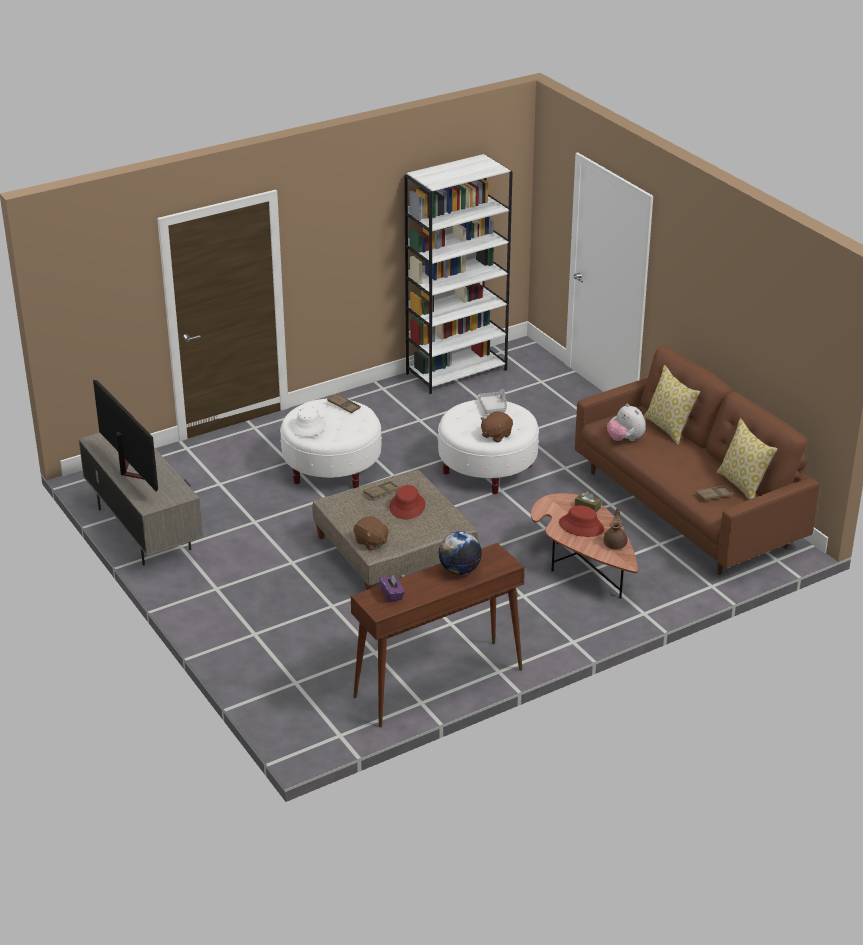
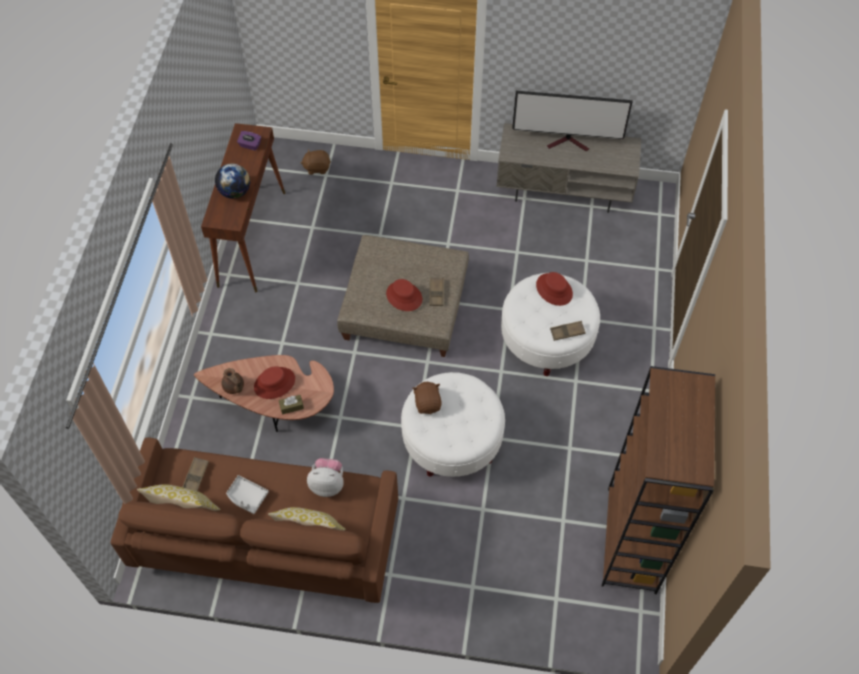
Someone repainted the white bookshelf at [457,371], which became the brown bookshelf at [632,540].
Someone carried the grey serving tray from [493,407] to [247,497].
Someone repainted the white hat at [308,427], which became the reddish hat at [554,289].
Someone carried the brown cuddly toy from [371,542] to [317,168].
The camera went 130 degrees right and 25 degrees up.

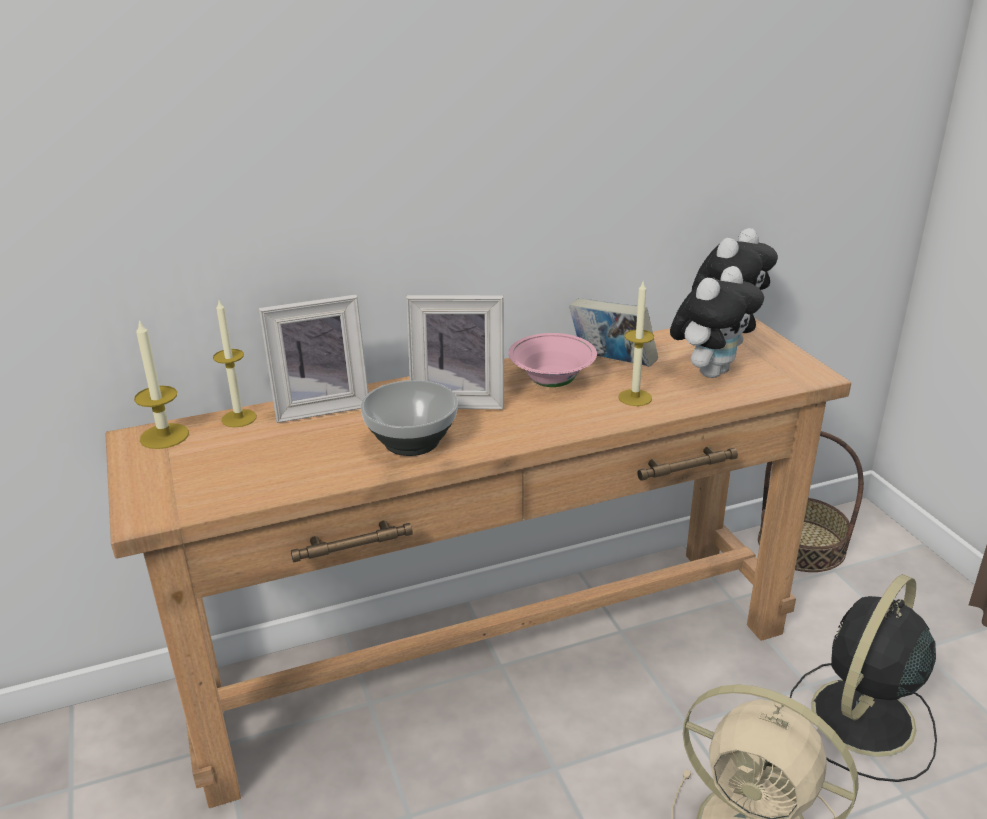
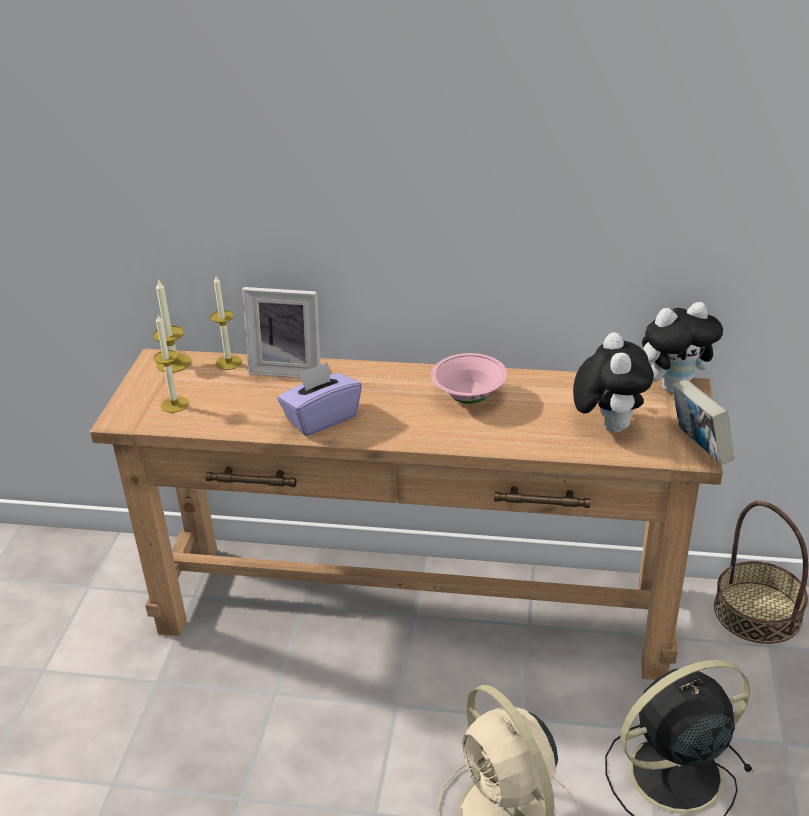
Someone rotated the cuddly toy at [710,371] by 75 degrees counterclockwise.
Someone carried the wax candle from [635,397] to [174,404].
Someone took away the picture frame at [458,399].
Someone carried the book from [611,364] to [698,449].
Someone swapped the bowl at [412,443] for the purple-coloured tissue holder at [321,418].
The camera went 30 degrees right and 5 degrees up.

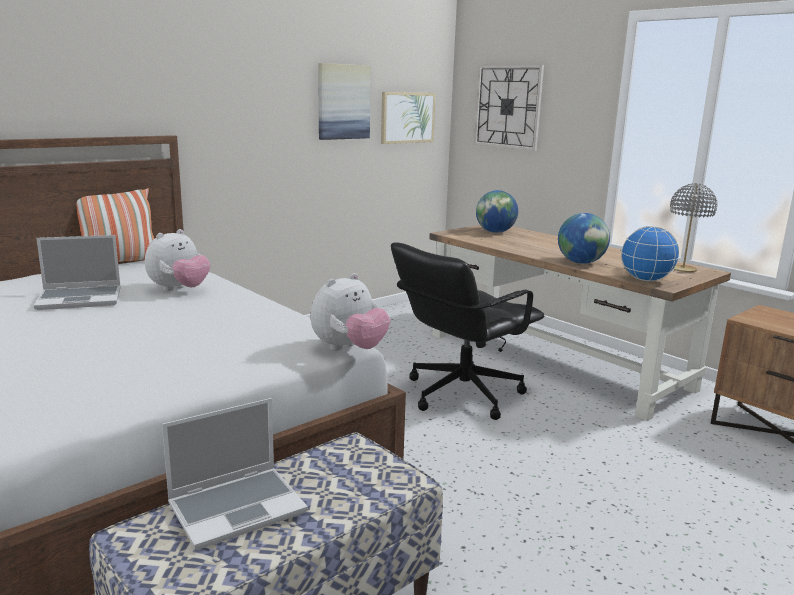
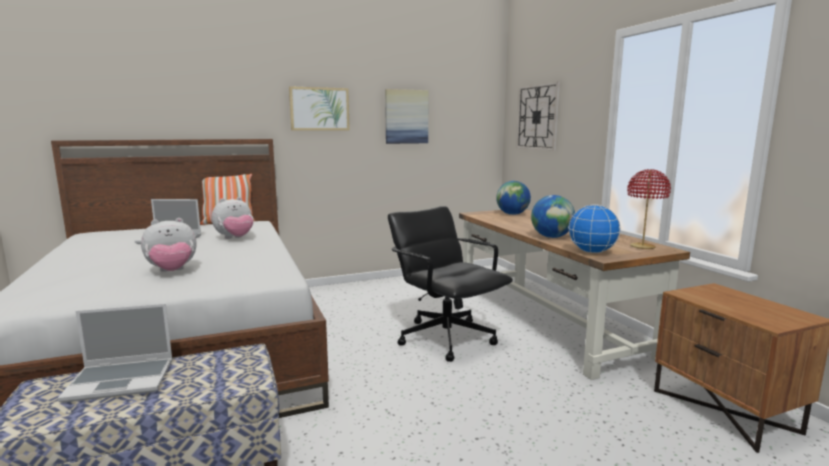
Someone carried the picture from [407,117] to [319,109].
Someone repainted the grey tabletop lamp at [682,269], which became the reddish tabletop lamp at [642,247].
Someone rotated the black-coloured office chair at [461,394] by 75 degrees clockwise.
Someone carried the cuddly toy from [349,349] to [172,271].
The camera went 20 degrees right and 5 degrees down.

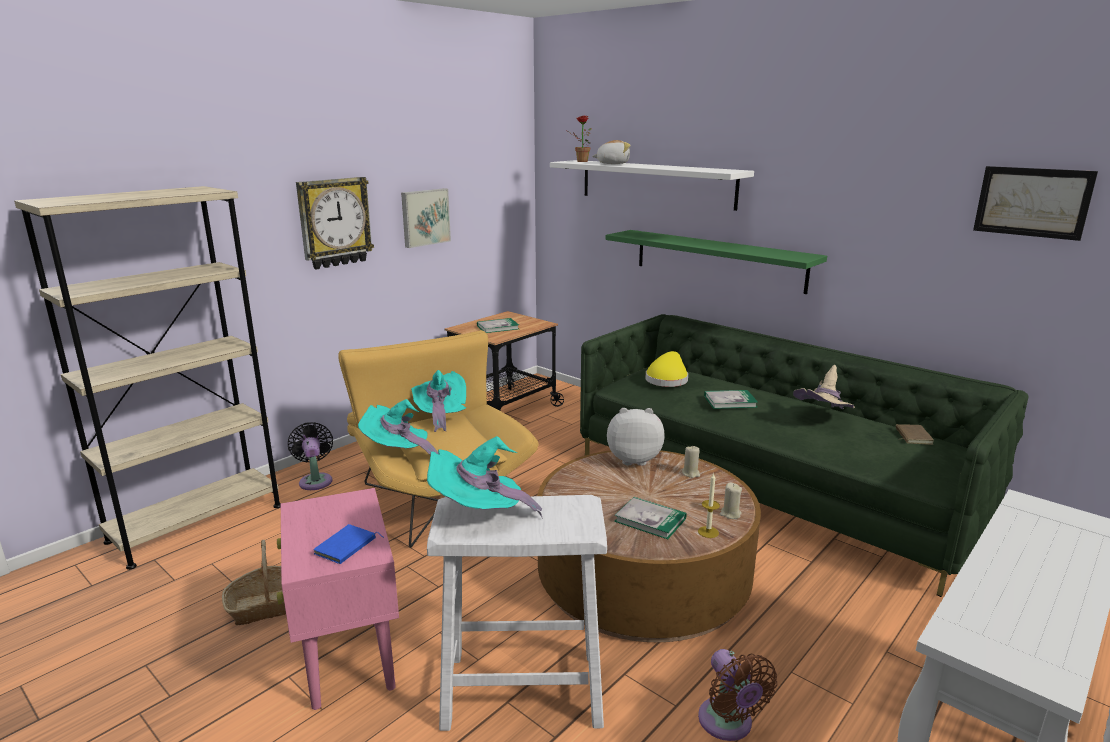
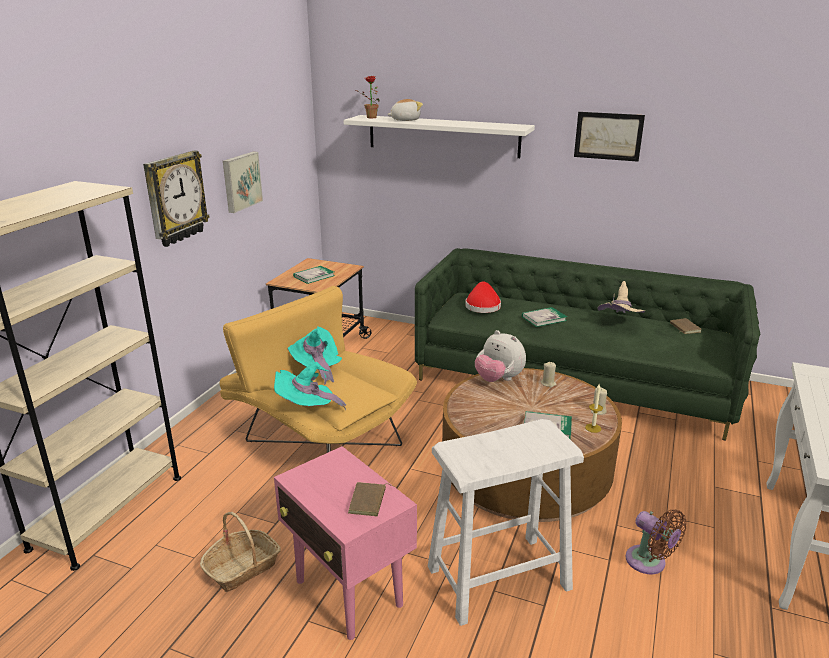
Someone carried the picture from [1032,202] to [608,136].
Someone took away the green wall shelf at [718,260].
Someone repainted the yellow hat at [667,379], which became the reddish hat at [482,305].
Someone rotated the cuddly toy at [633,459] by 120 degrees counterclockwise.
Someone took away the black-coloured fan at [315,480].
Someone took away the turquoise-coloured hat at [479,514].
Someone repainted the blue-coloured book at [346,547], which became the brown book at [369,501].
The camera went 20 degrees left and 5 degrees up.

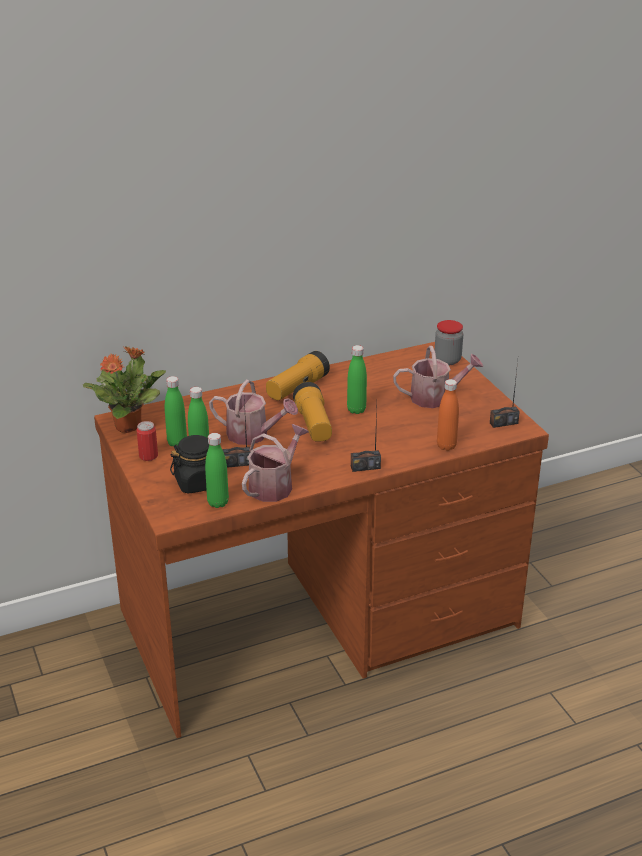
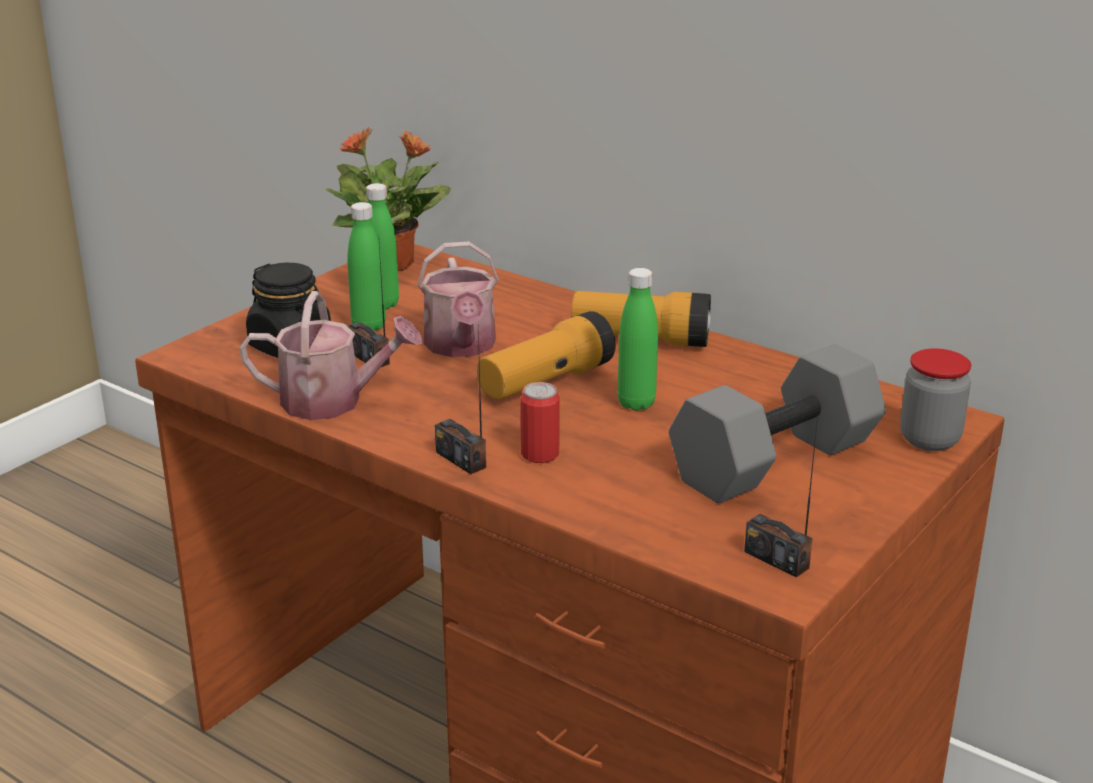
Someone swapped the watering can at [435,397] for the grey hand weight at [776,463].
Someone took away the orange drink bottle at [446,446].
Someone carried the can from [148,456] to [540,454].
Someone took away the green drink bottle at [218,503].
The camera went 60 degrees right and 5 degrees down.

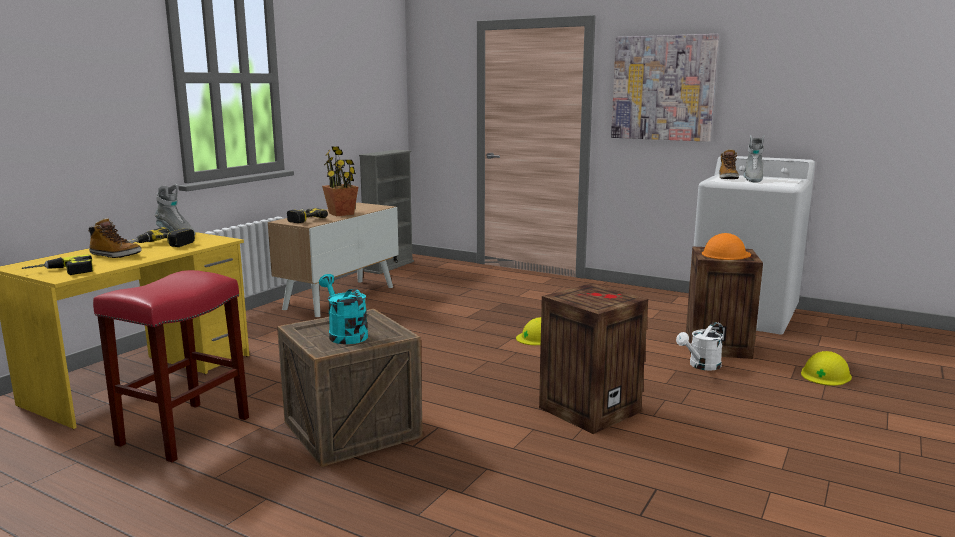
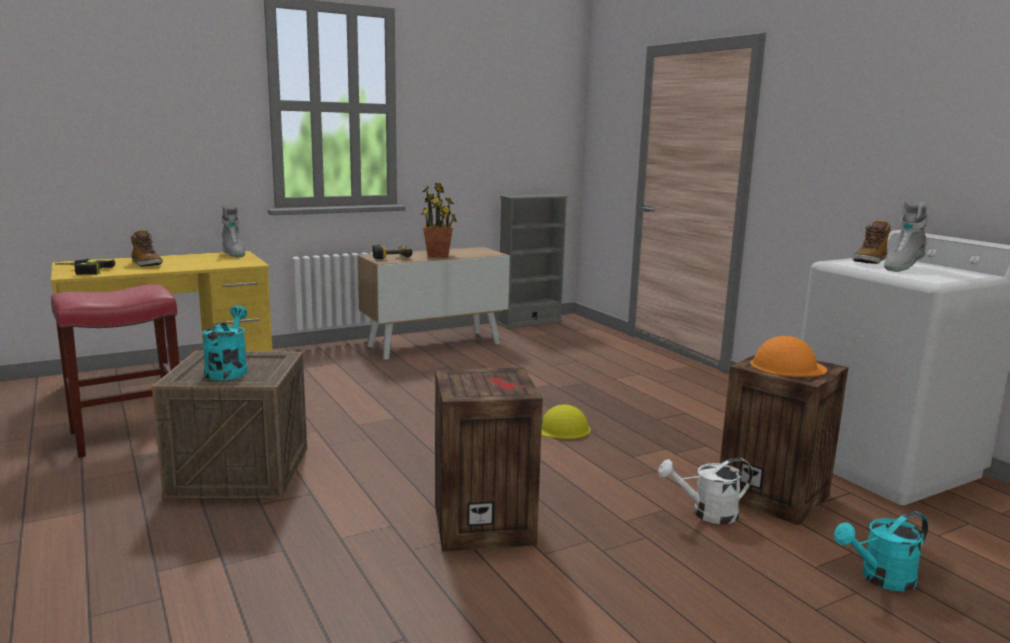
Someone took away the picture at [663,88].
Someone took away the electric drill at [161,245].
Someone swapped the yellow hard hat at [825,374] for the turquoise-coloured watering can at [880,579].
The camera went 30 degrees right and 0 degrees up.

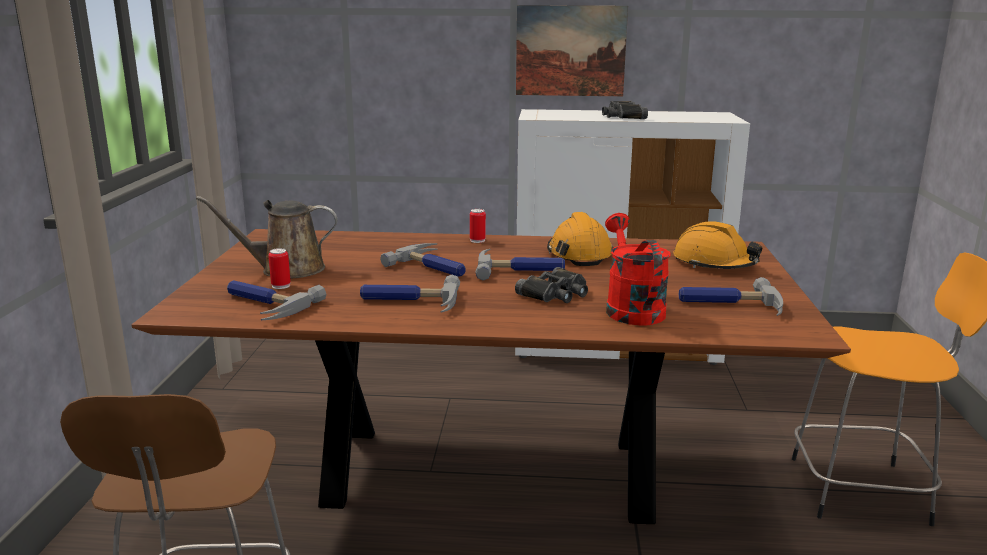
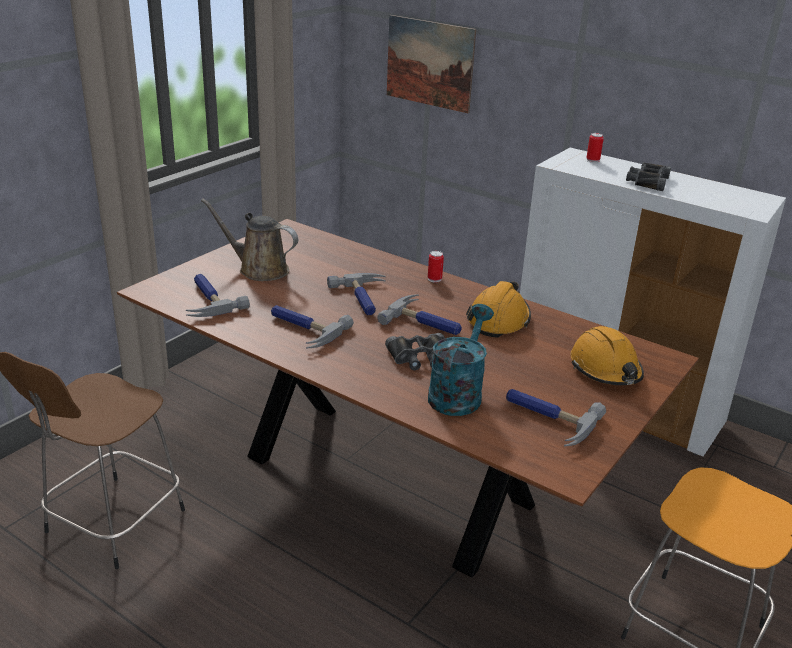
Someone carried the picture from [570,51] to [429,63].
Someone repainted the reddish watering can at [631,308], which became the turquoise-coloured watering can at [457,393].
Someone carried the can from [281,286] to [592,160].
The camera went 30 degrees right and 10 degrees up.

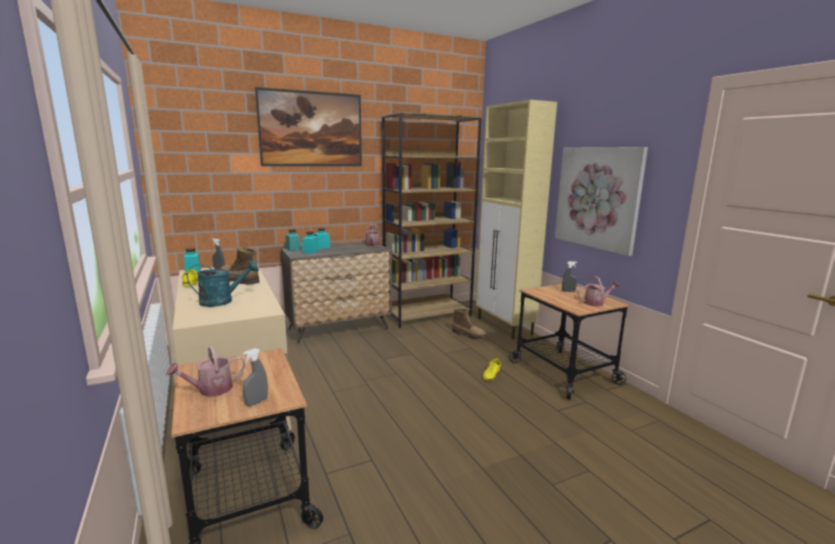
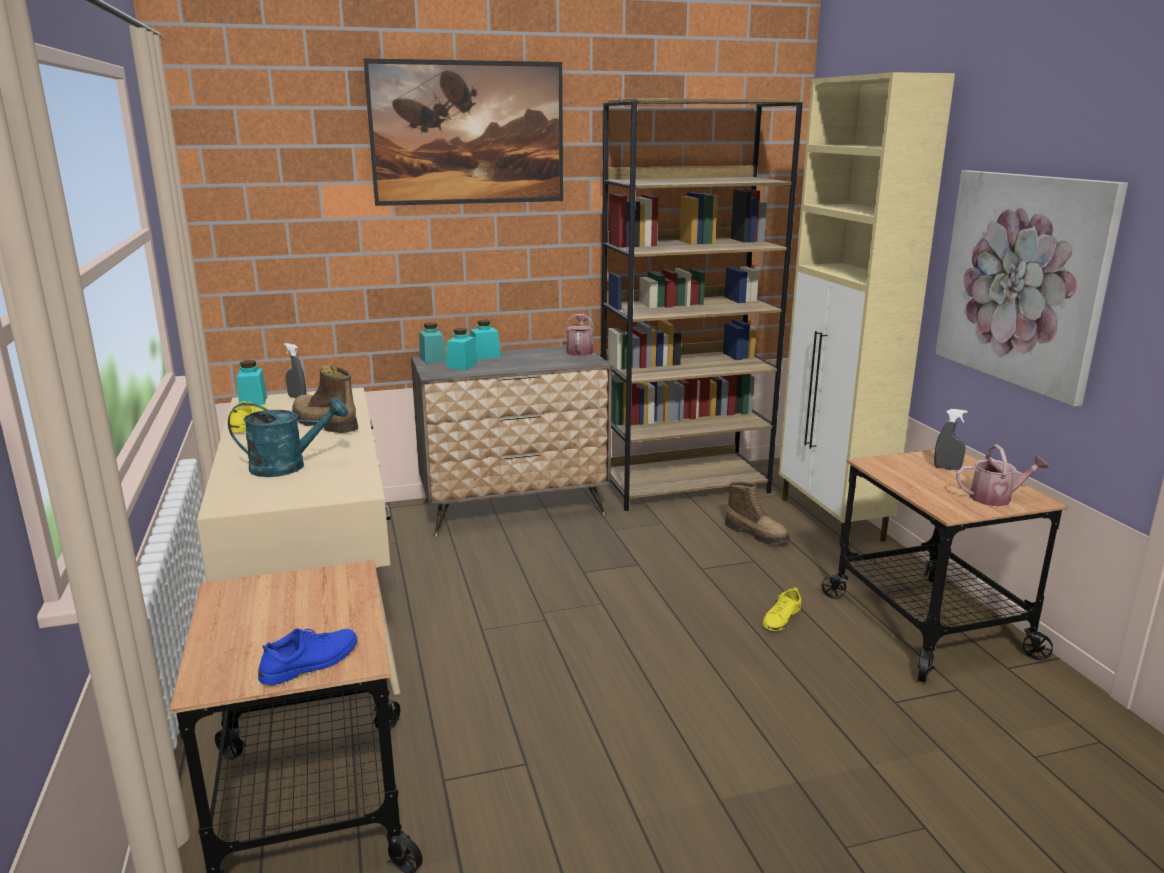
Someone took away the watering can at [210,390].
Someone swapped the grey spray bottle at [256,402] for the blue-coloured item of footwear at [310,663].
The camera went 10 degrees right and 5 degrees up.

